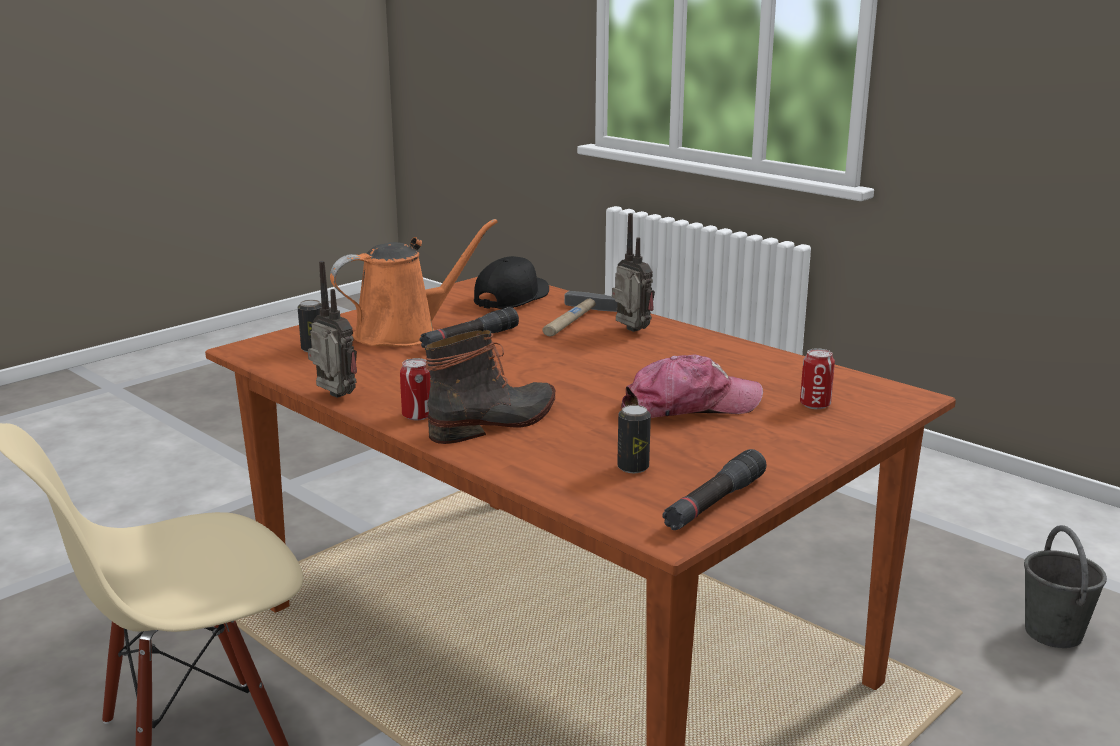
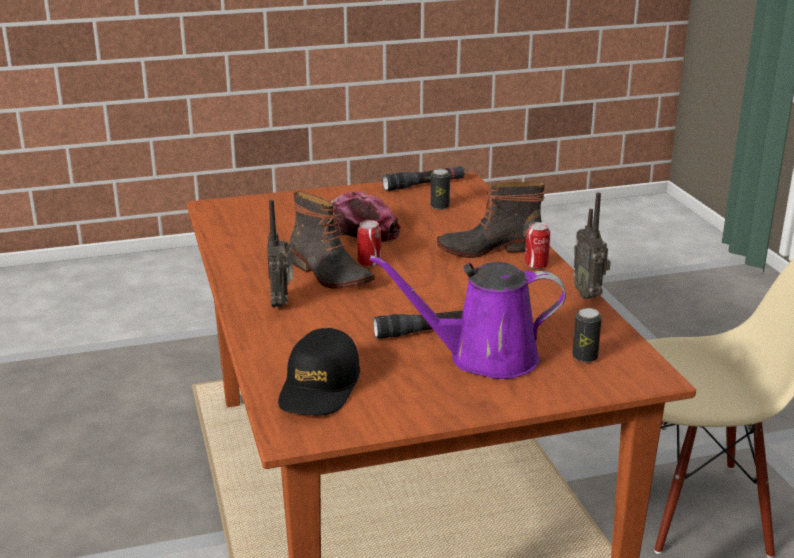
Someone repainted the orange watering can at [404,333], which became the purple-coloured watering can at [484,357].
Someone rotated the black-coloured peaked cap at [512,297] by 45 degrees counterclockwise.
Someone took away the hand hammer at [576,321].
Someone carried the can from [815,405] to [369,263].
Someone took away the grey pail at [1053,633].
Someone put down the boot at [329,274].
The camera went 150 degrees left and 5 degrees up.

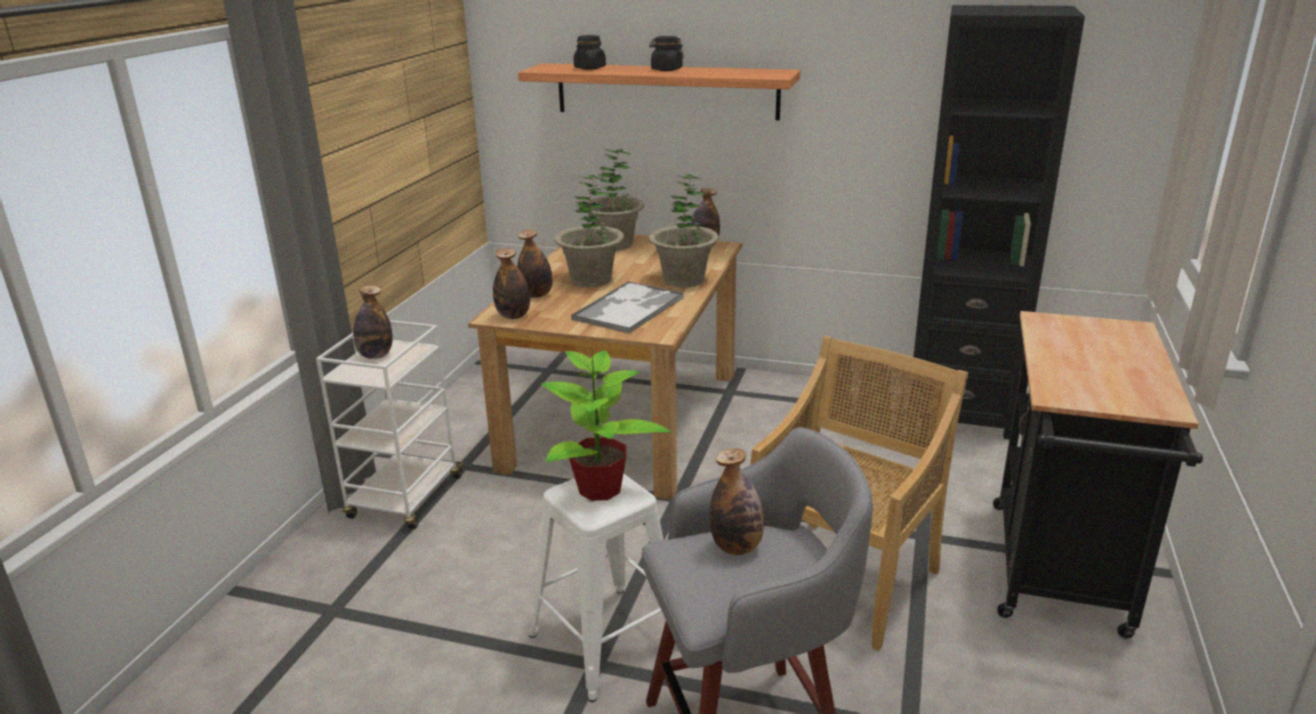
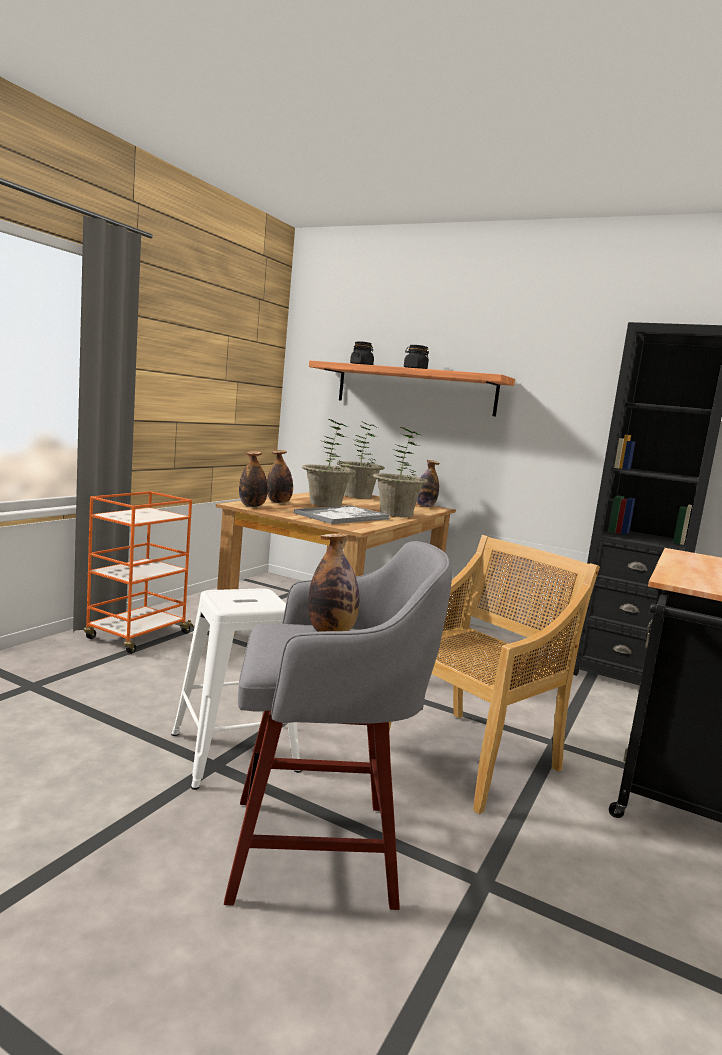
Someone took away the drink bottle at [375,355].
Someone repainted the white trolley at [405,499], which became the orange trolley at [137,636].
Someone took away the houseplant at [600,489].
The camera went 10 degrees right and 15 degrees down.

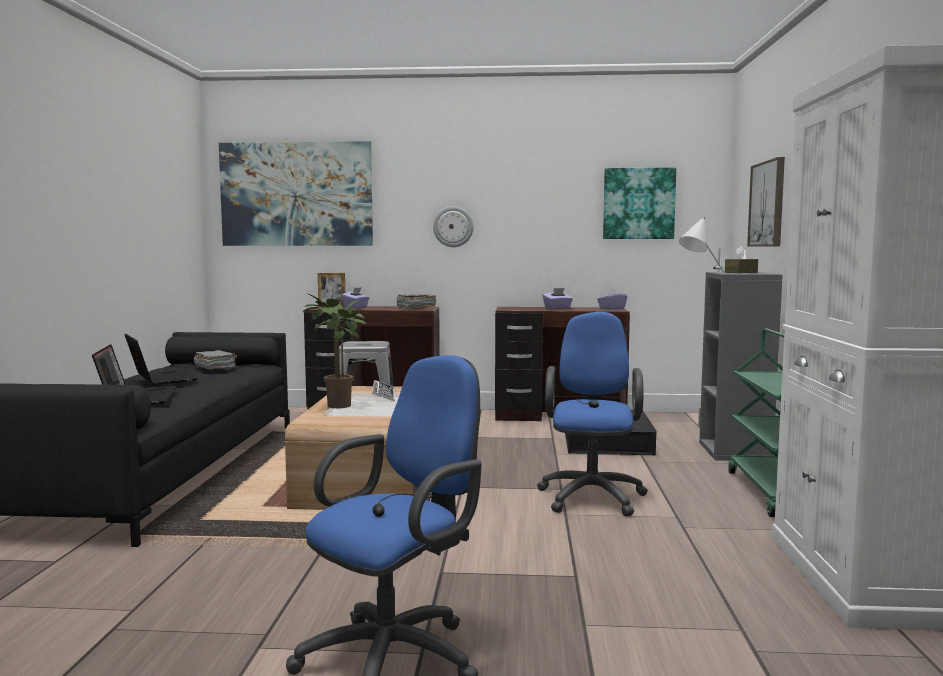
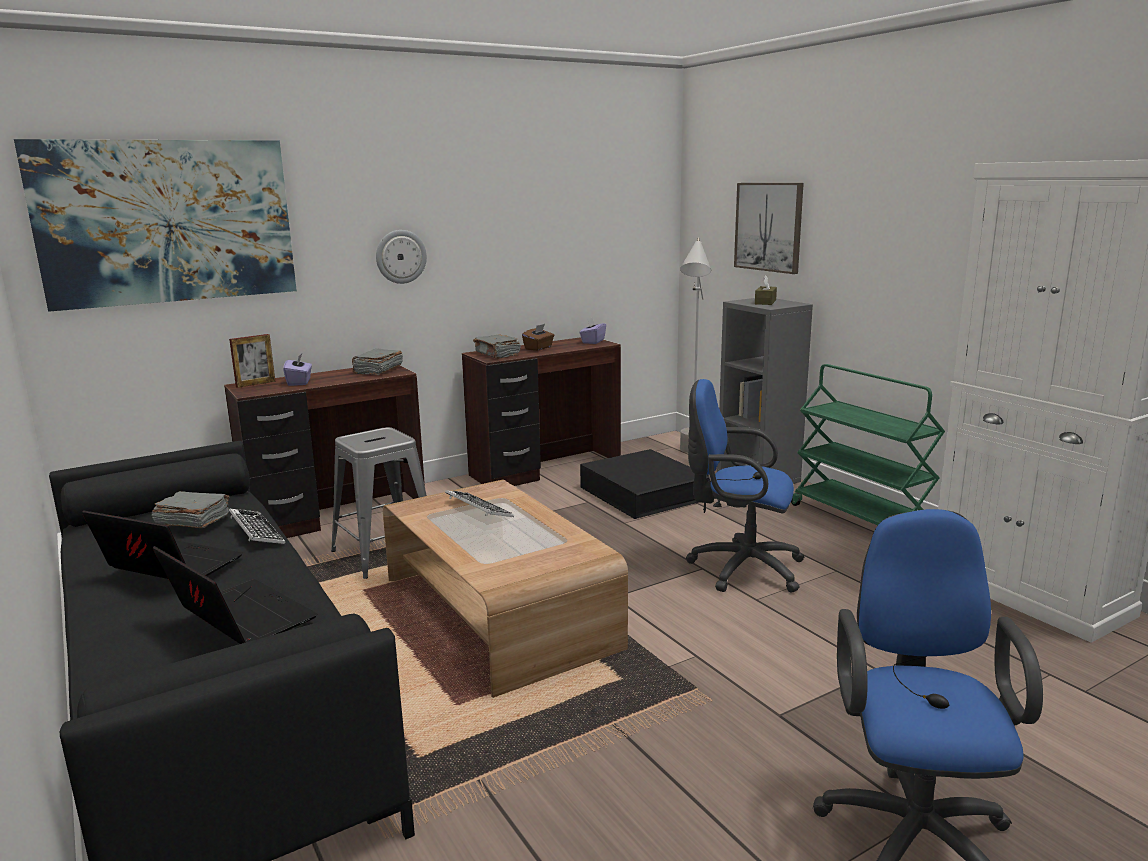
Someone took away the picture at [638,203].
Someone repainted the purple-coloured tissue holder at [557,308], which became the brown tissue holder at [538,348].
Someone took away the houseplant at [339,406].
Someone rotated the blue-coloured office chair at [592,495] by 45 degrees counterclockwise.
Someone put down the grey book at [497,354].
Someone put down the PC keyboard at [256,532].
The camera went 35 degrees left and 10 degrees up.

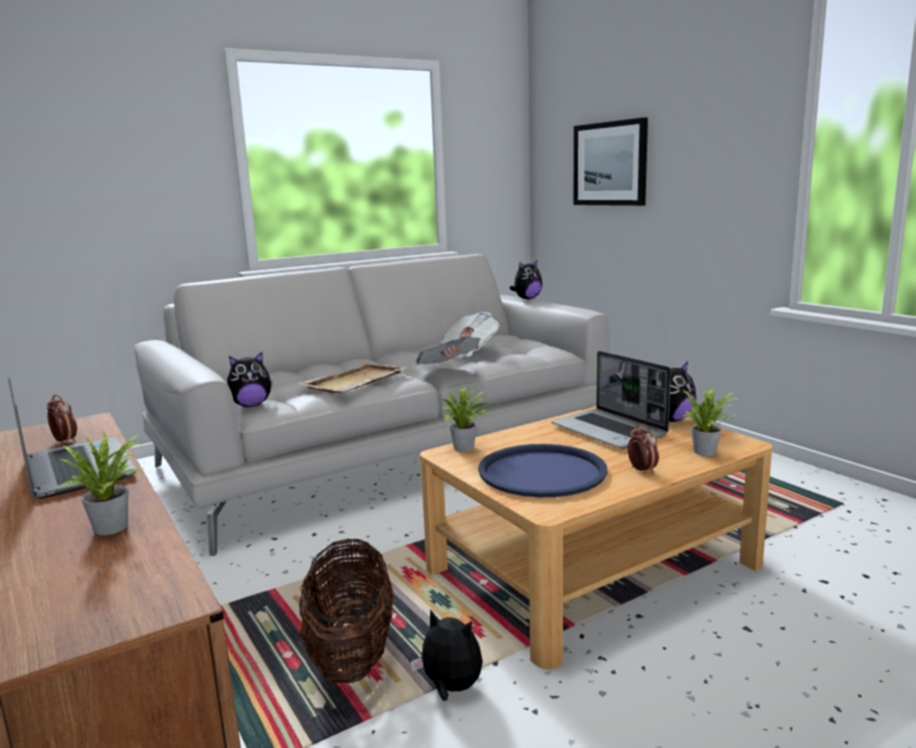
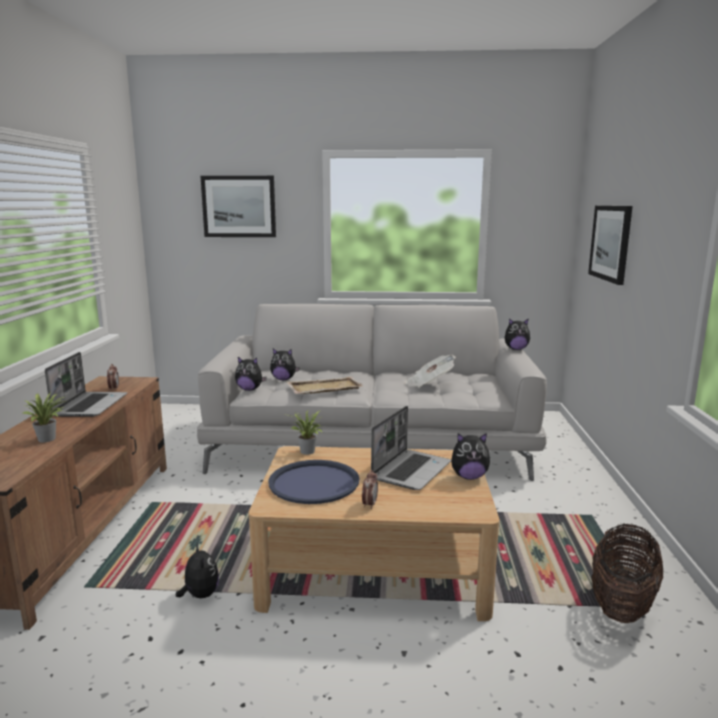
Someone took away the daily paper at [448,370].
Someone rotated the notebook computer at [610,431] by 150 degrees counterclockwise.
Someone took away the houseplant at [708,451].
Someone carried the storage basket from [351,654] to [622,603].
Someone put up the picture at [239,206].
Someone put down the cuddly toy at [284,379].
The camera went 35 degrees right and 0 degrees up.

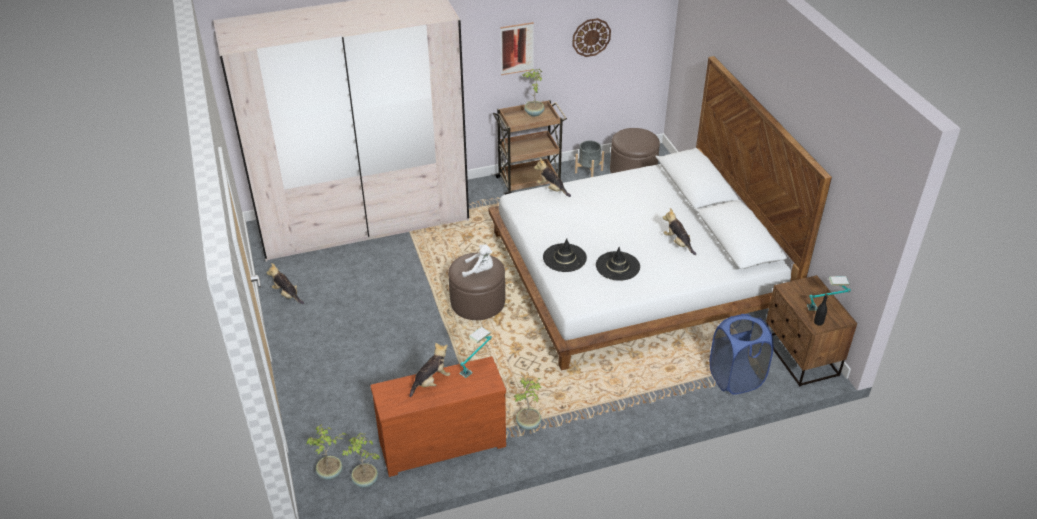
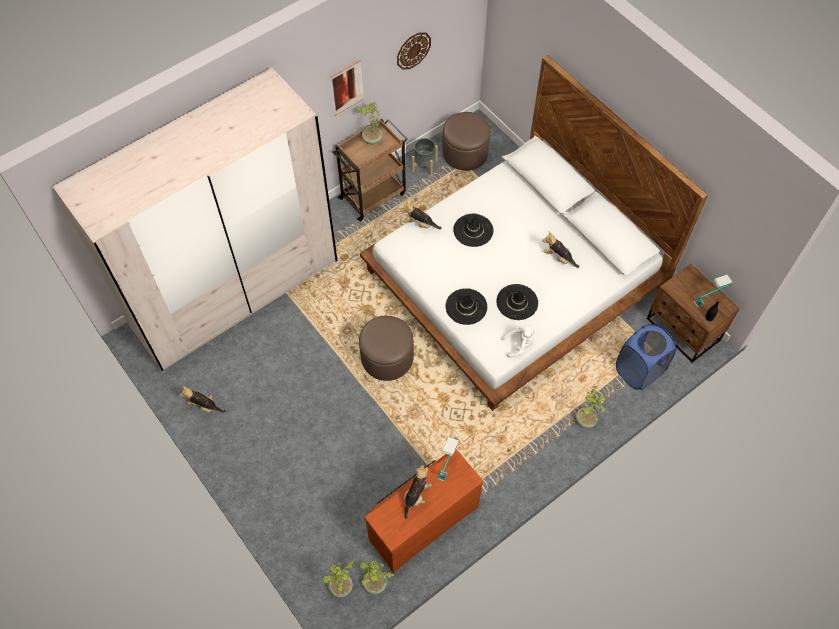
Someone carried the white cuddly toy from [480,270] to [519,345].
Someone carried the houseplant from [529,424] to [586,420].
Someone put down the black-coloured hat at [473,230].
The camera went 20 degrees left and 20 degrees up.

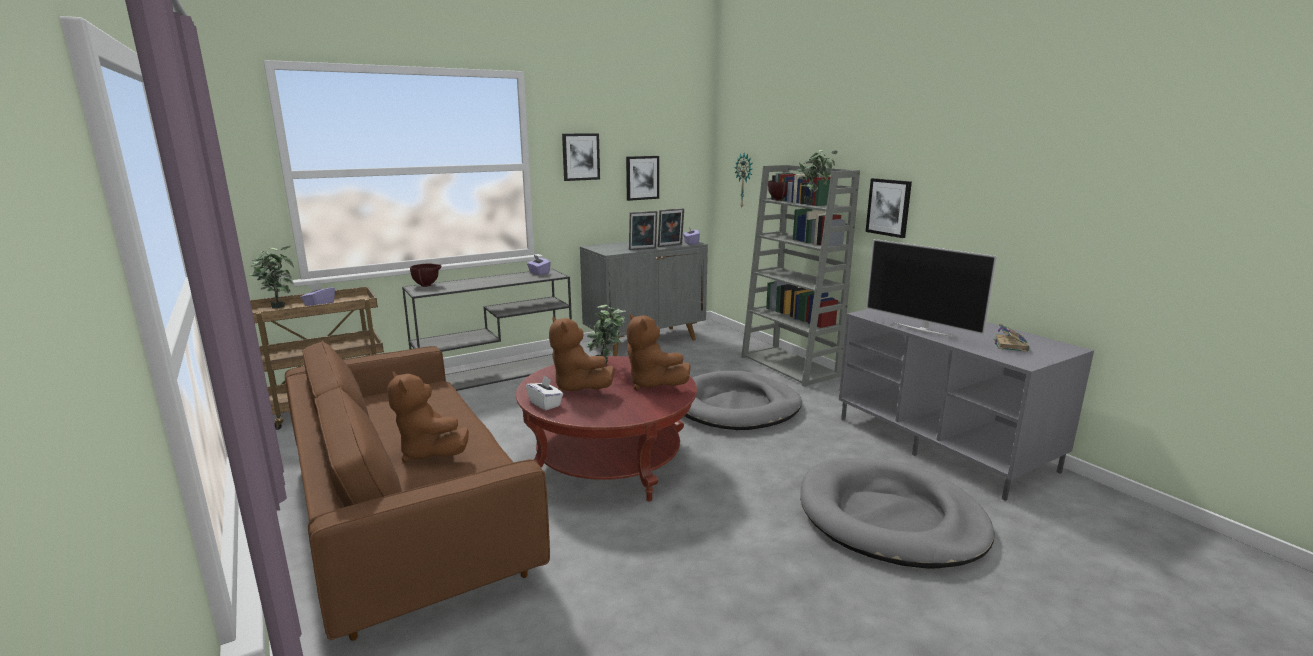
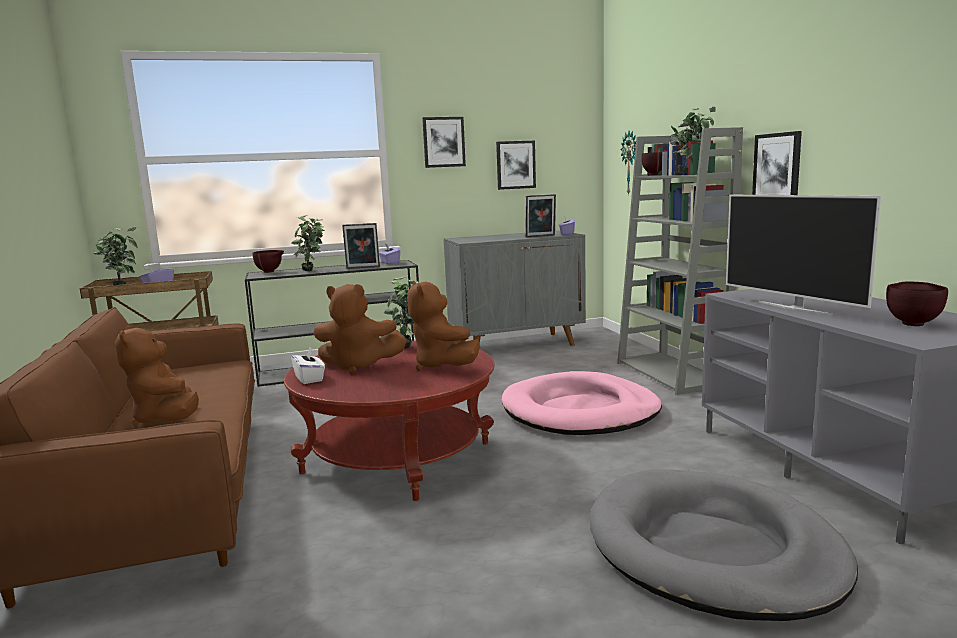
Someone carried the picture frame from [643,249] to [363,268].
Someone rotated the brown cuddly toy at [578,388] by 60 degrees counterclockwise.
Someone swapped the book at [1010,345] for the brown bowl at [913,323].
Someone repainted the grey pet bed at [736,406], which became the pink-coloured pet bed at [580,411].
Someone put down the houseplant at [312,271].
The camera went 15 degrees right and 5 degrees down.

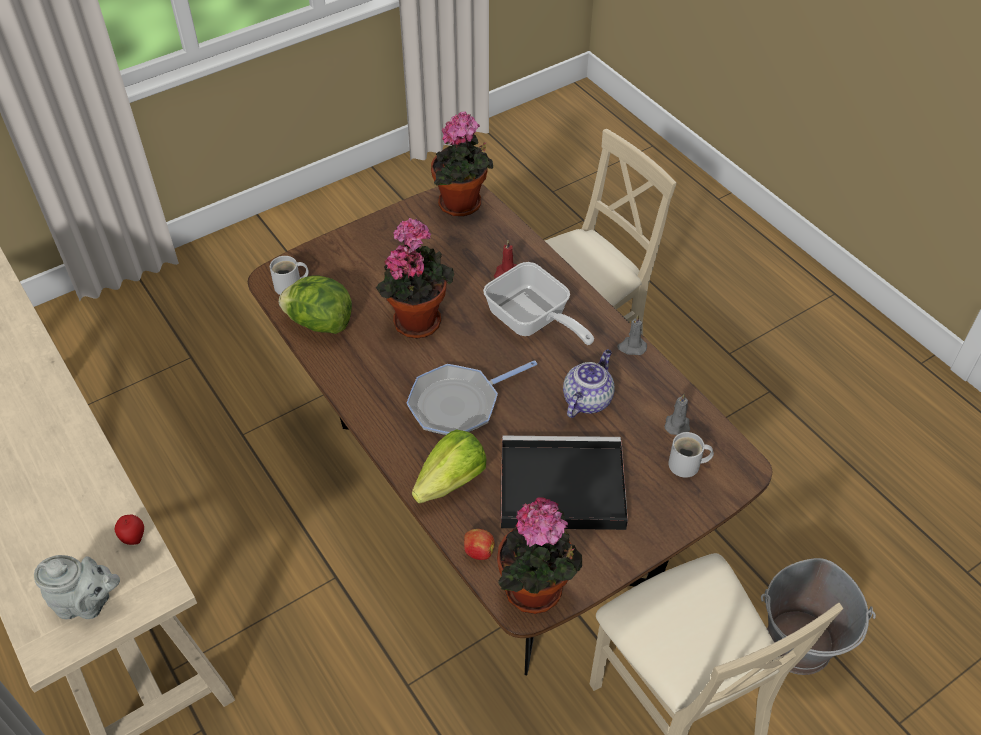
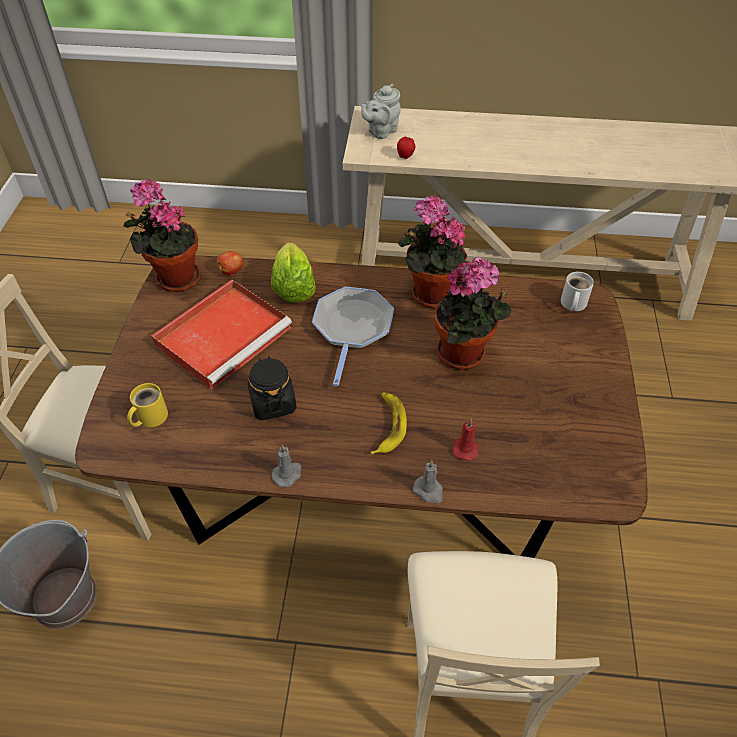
Someone carried the houseplant from [463,206] to [429,294].
Someone swapped the pan at [532,321] for the banana at [388,425].
Someone took away the lettuce head at [319,323].
Someone swapped the pot for tea at [587,399] for the black-coloured jar at [273,403].
Someone carried the grey wax candle from [677,424] to [429,491].
Someone repainted the white mug at [687,465], which became the yellow mug at [149,417].
Someone repainted the black-coloured serving tray at [559,487], which became the reddish serving tray at [224,334].
The camera went 130 degrees right and 0 degrees up.

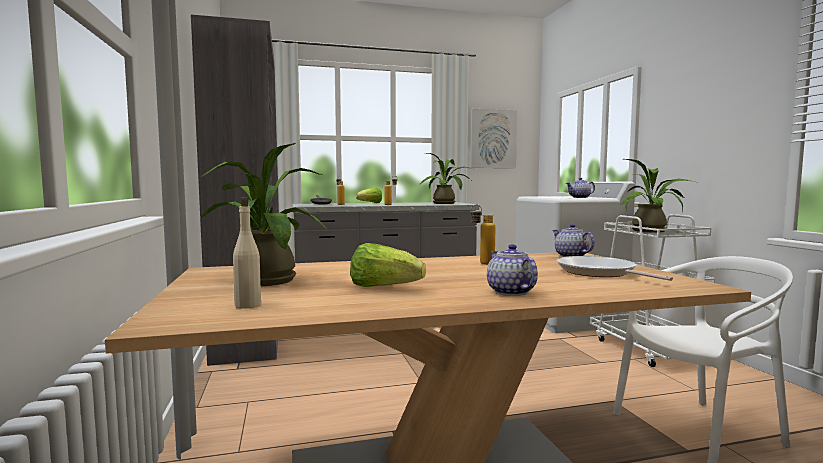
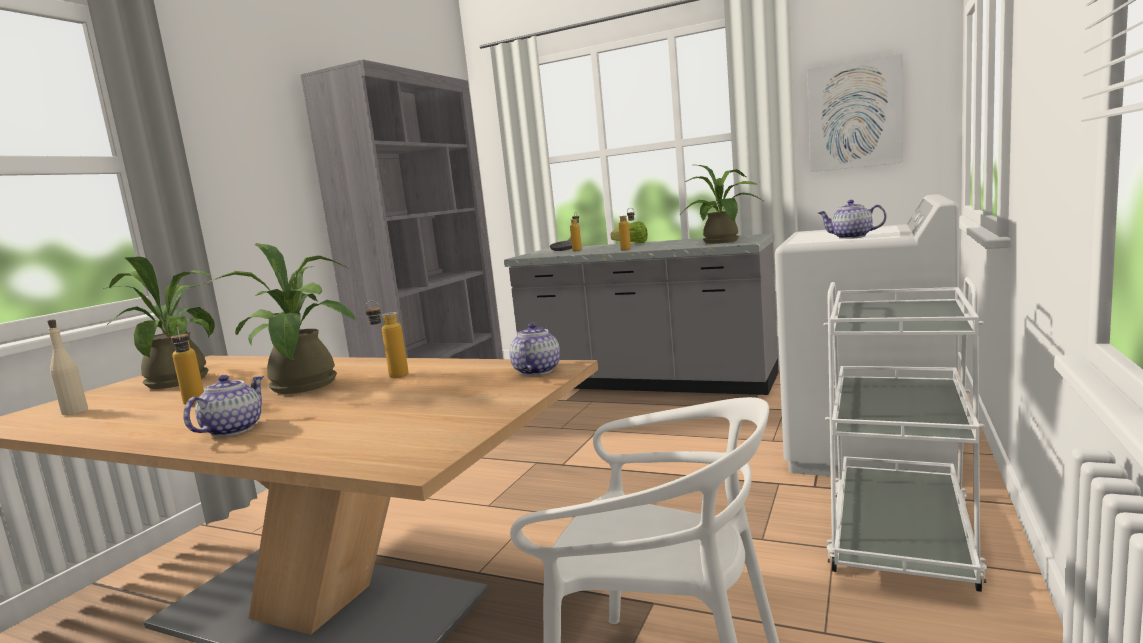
Someone carried the houseplant from [653,231] to [304,387].
Someone swapped the lettuce head at [384,287] for the drink bottle at [194,404].
Someone took away the pan at [599,273].
The camera went 40 degrees right and 5 degrees up.

